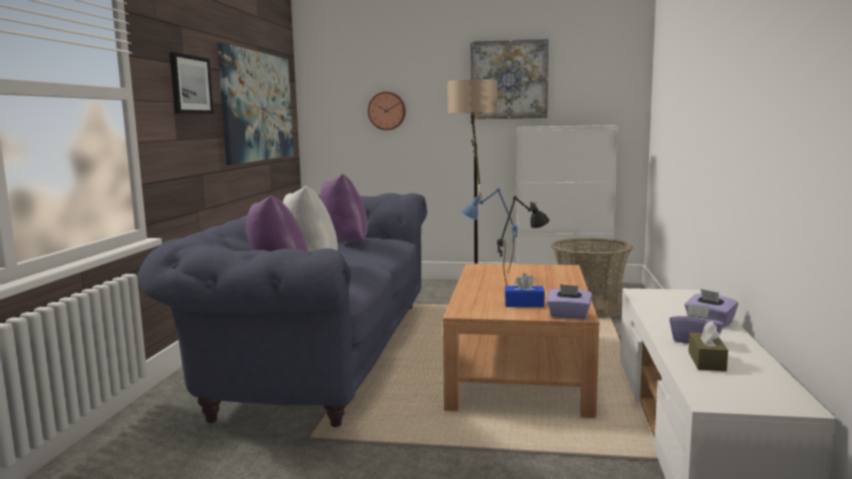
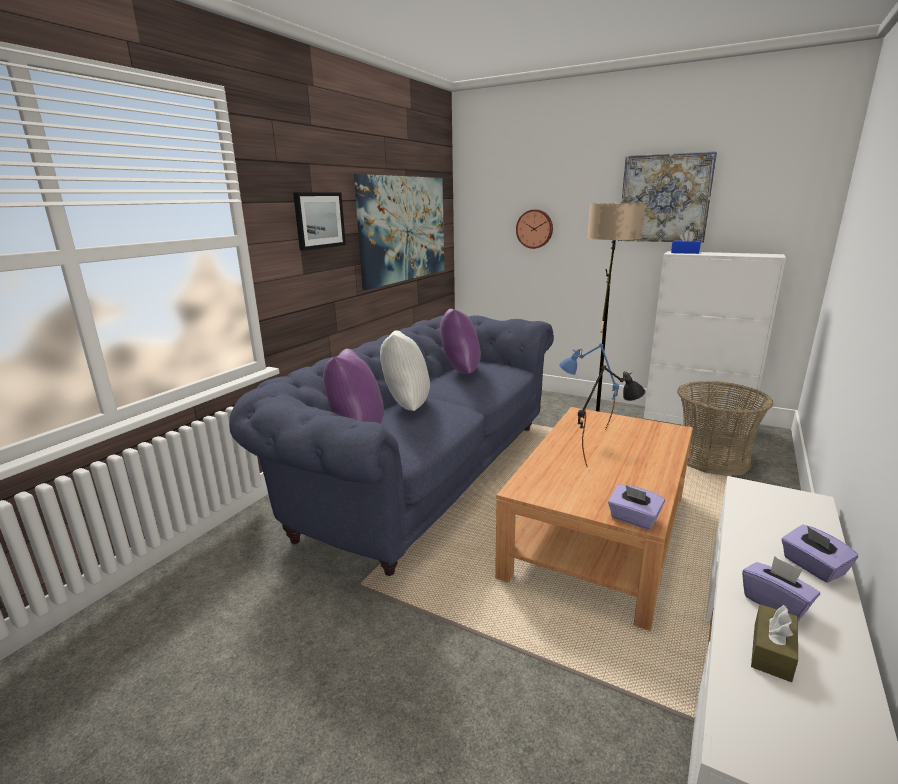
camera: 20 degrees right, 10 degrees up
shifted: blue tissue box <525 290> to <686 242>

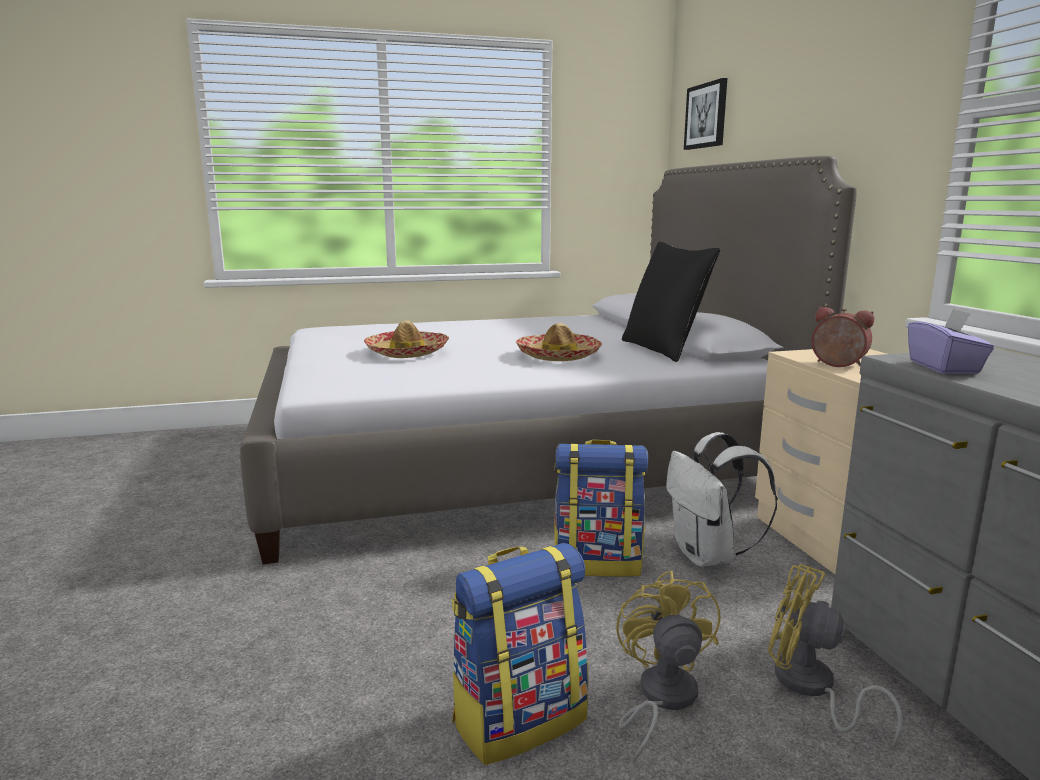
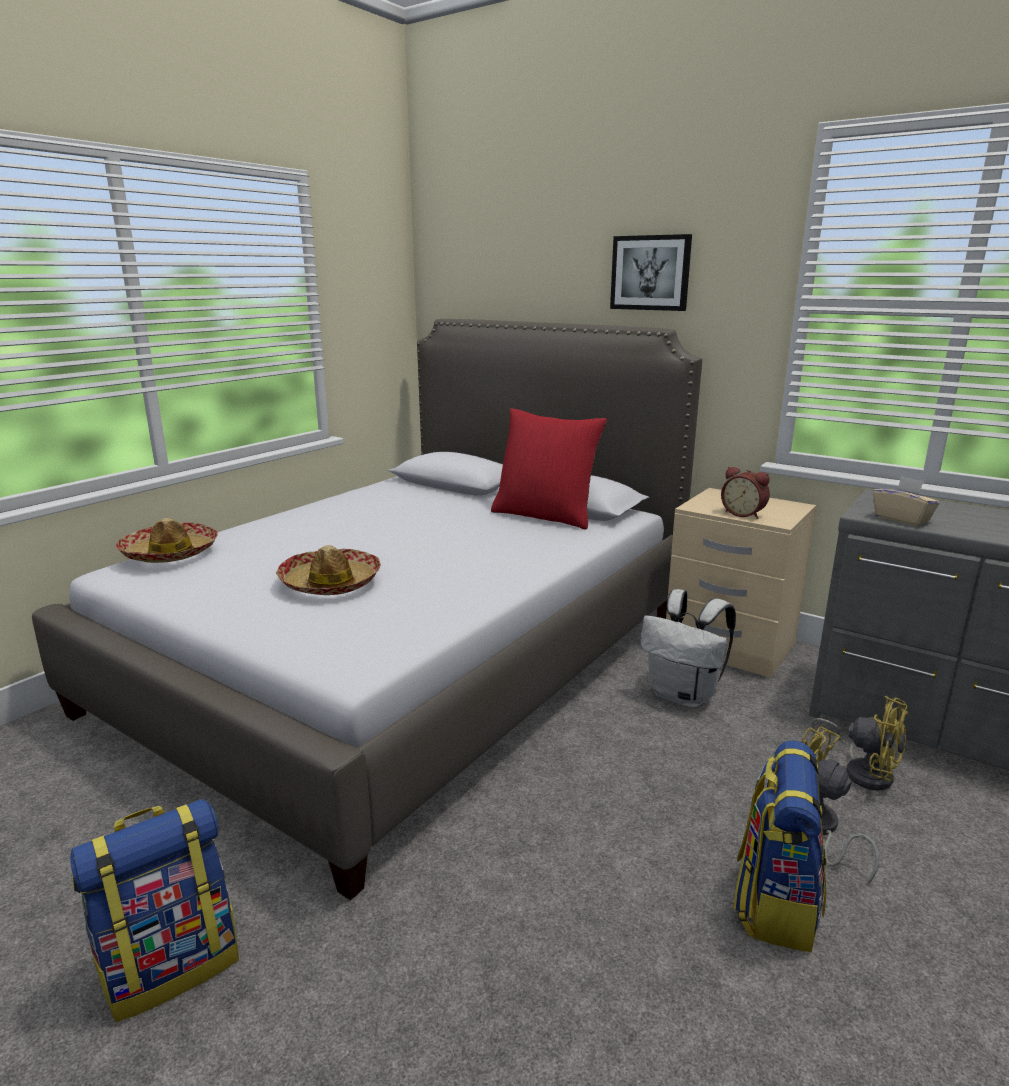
camera: 40 degrees left, 5 degrees up
shifted: backpack <601 508> to <154 910>; hat <559 342> to <167 540>; picture <705 114> to <651 272>
repainted: black pillow <671 302> to red pillow <549 469>; purple tissue box <951 341> to beige tissue box <906 501>
rotated: alarm clock <842 337> = <745 493> 135 degrees counterclockwise; yellow fan <835 656> = <860 743> 135 degrees counterclockwise

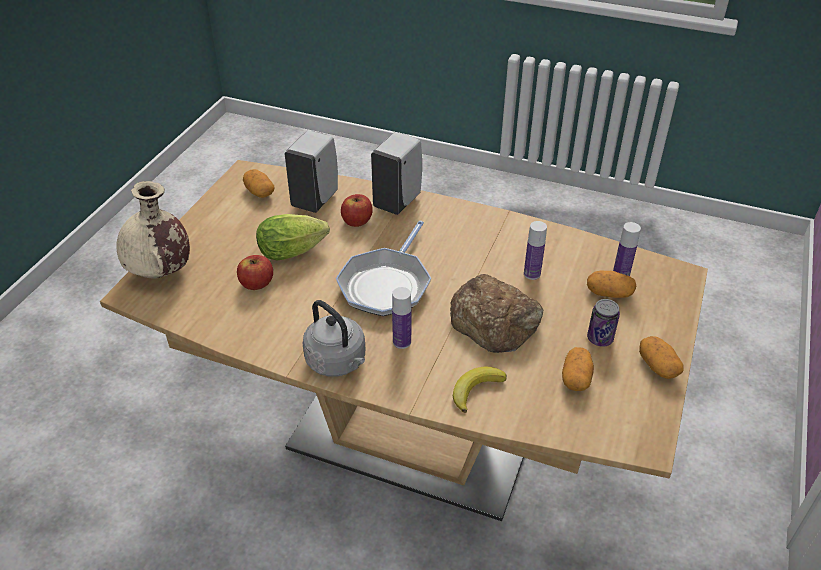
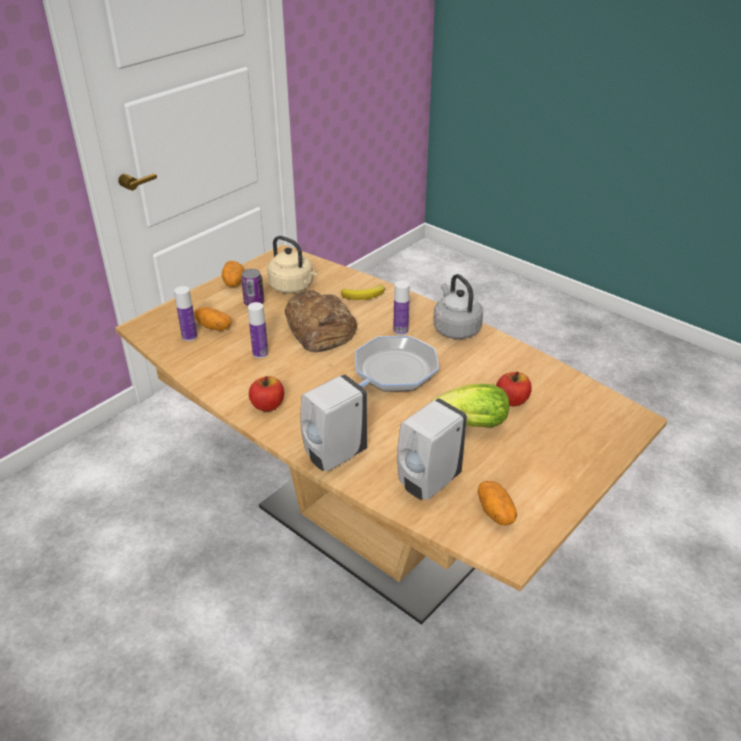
camera: 160 degrees left, 5 degrees down
gone: beige vase <153 230>
shifted: apple <357 210> to <266 393>
swapped: potato <578 369> to beige kettle <292 265>

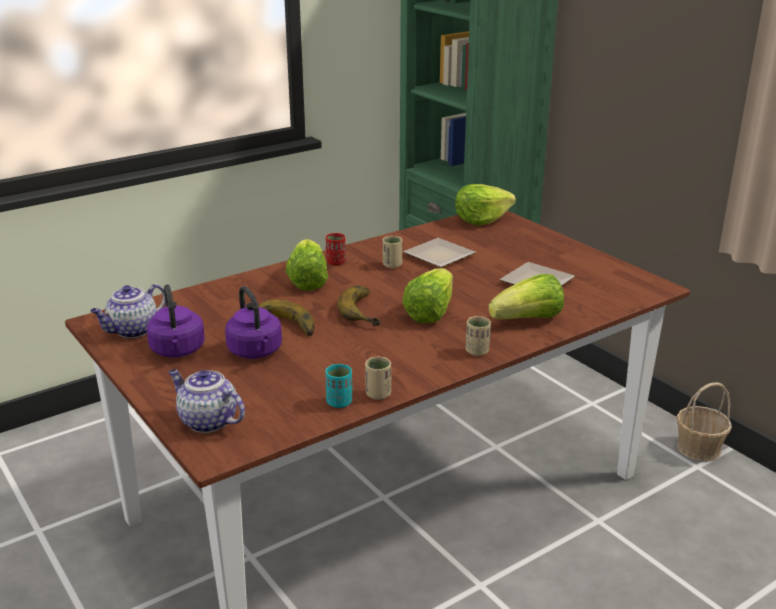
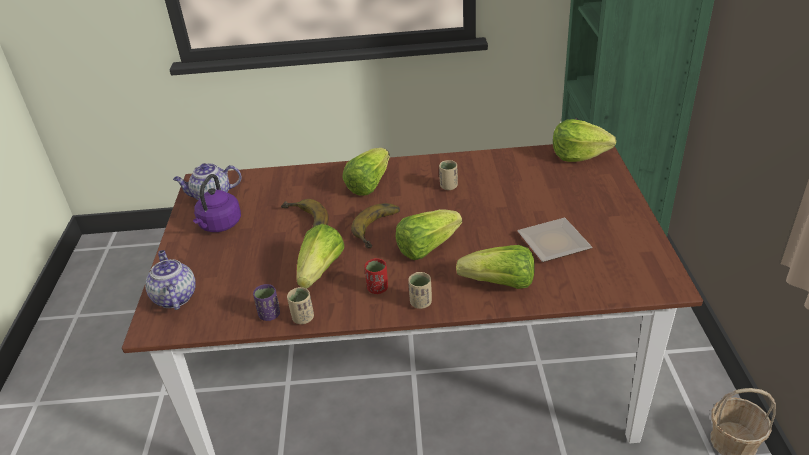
camera: 35 degrees right, 10 degrees up
gone: purple kettle <253 322>; plate <439 253>
new: lettuce <320 256>
shifted: red cup <336 249> to <376 276>
repainted: turquoise cup <338 386> to purple cup <266 302>

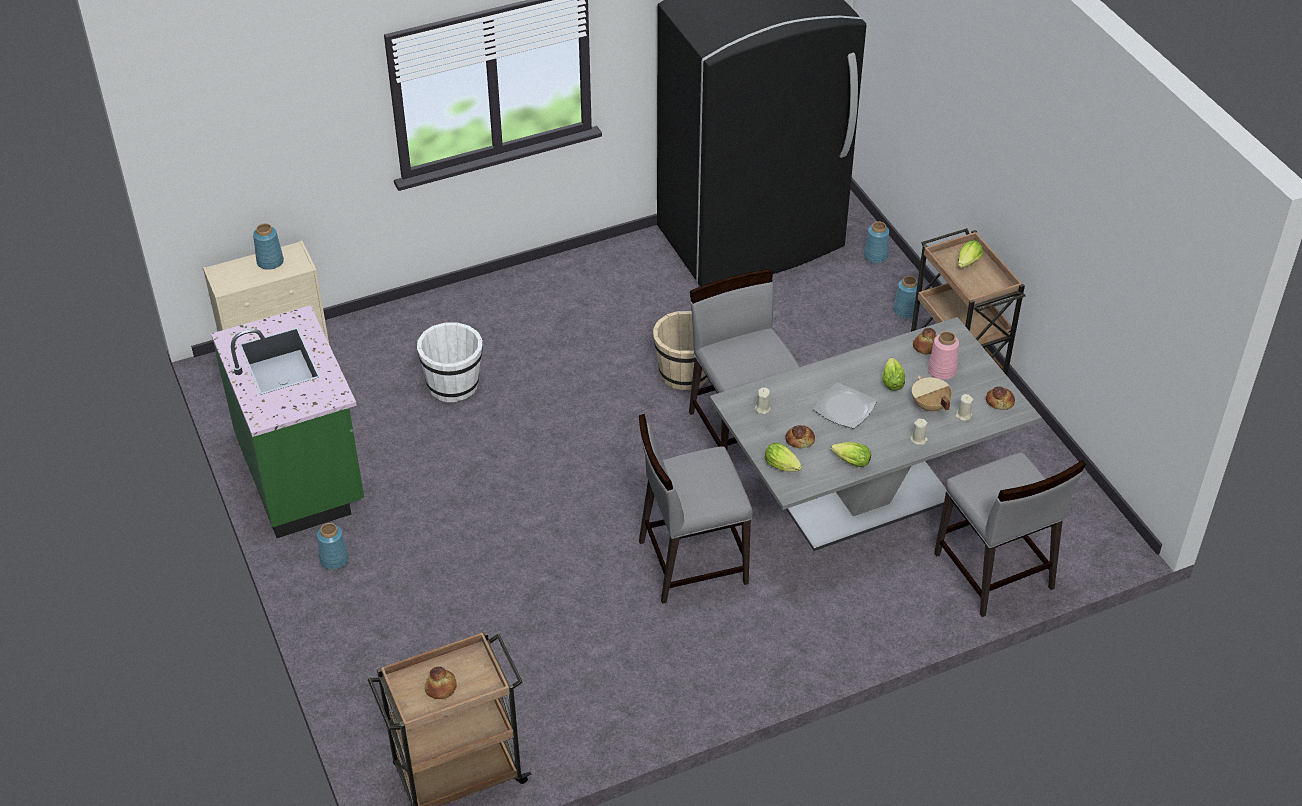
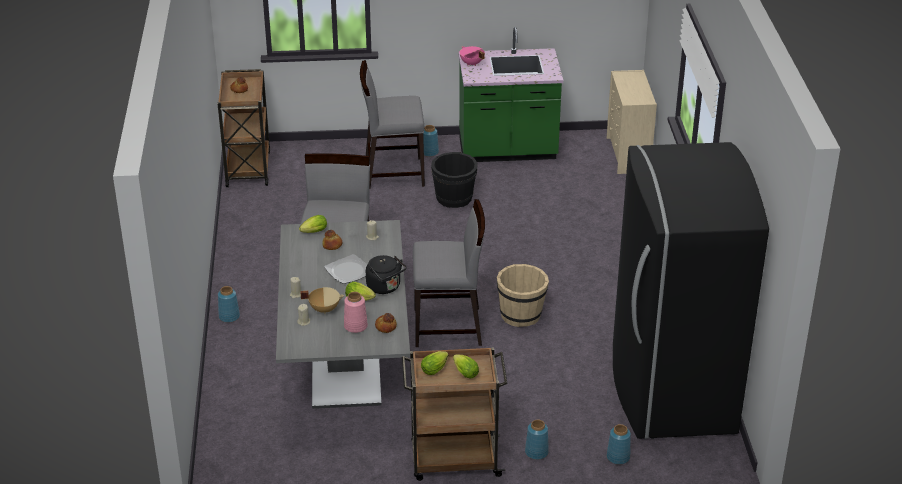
camera: 110 degrees right, 10 degrees down
gone: white bucket <450 362>; bread <1000 398>
new: black kettle <386 274>; black bucket <454 180>; pink cooking pot <472 56>
shifted: blue vase <268 246> to <229 304>; grey chair <1010 534> to <392 123>; lettuce <851 454> to <435 363>

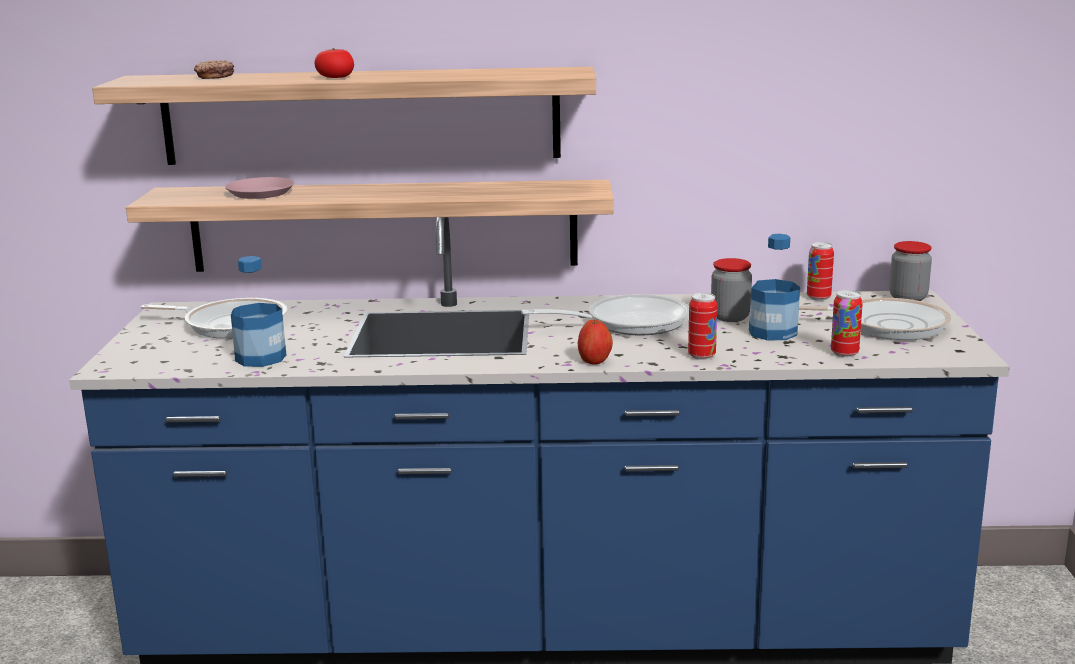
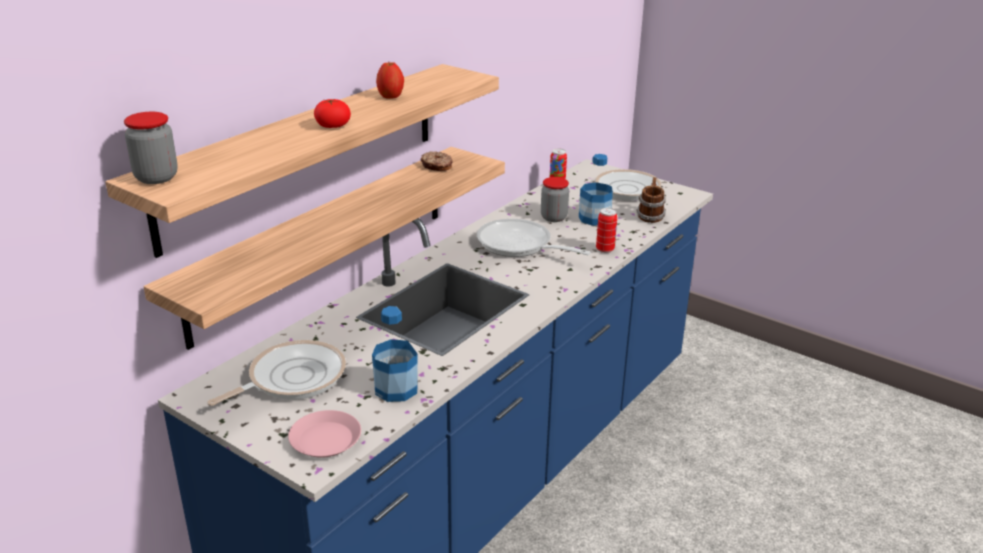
camera: 55 degrees left, 10 degrees up
shifted: jar <910 271> to <151 148>; pink plate <260 188> to <324 434>; apple <595 341> to <390 80>; donut <214 69> to <437 161>
swapped: can <847 323> to mug <651 200>
rotated: frying pan <605 314> = <534 238> 75 degrees counterclockwise

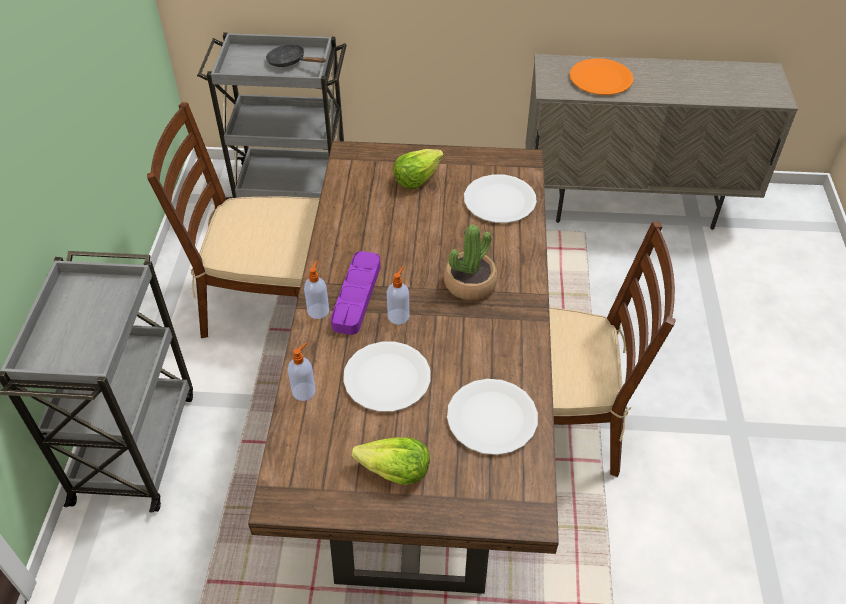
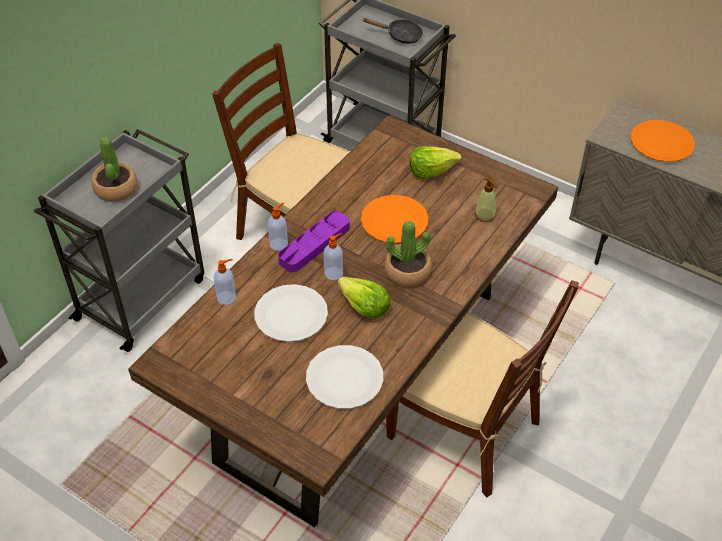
camera: 30 degrees right, 0 degrees up
new: potted plant <114 169>; orange plate <394 219>
shifted: lettuce <390 461> to <364 297>
swapped: white plate <500 198> to soap dispenser <486 199>
rotated: black frying pan <296 55> = <393 31> 135 degrees clockwise

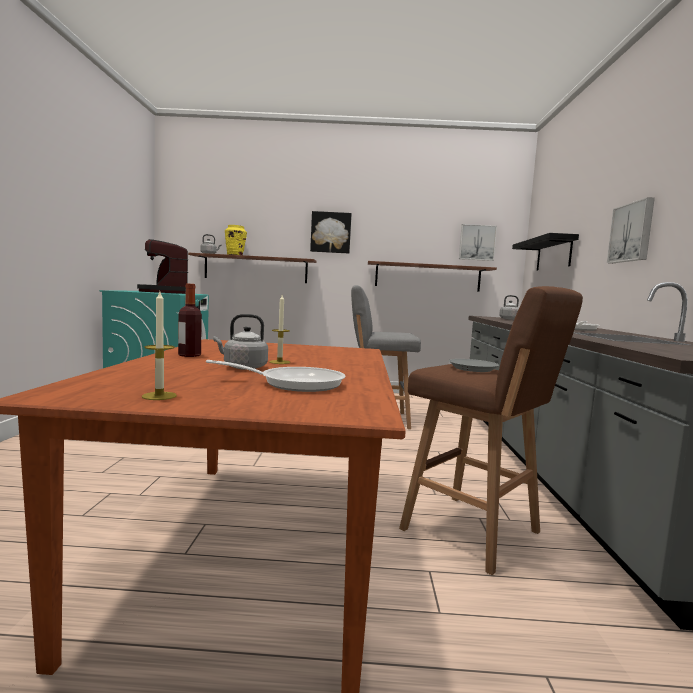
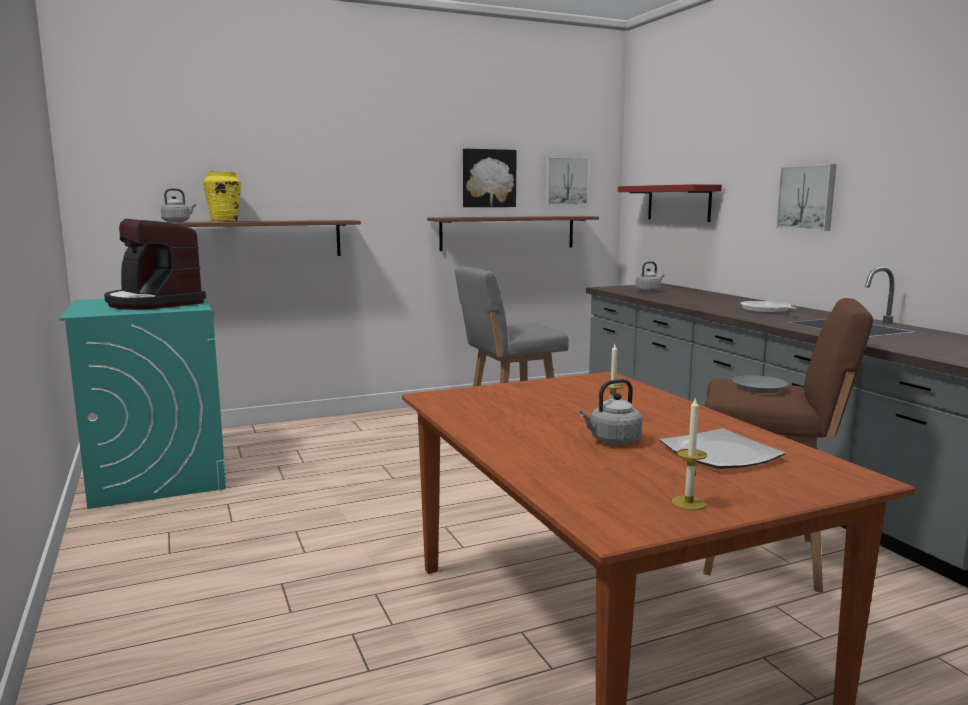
camera: 25 degrees left, 5 degrees up
gone: bottle <190 320>
shifted: picture <331 232> to <490 178>
swapped: frying pan <276 376> to plate <722 448>
repainted: black shelf <545 252> to red shelf <670 203>

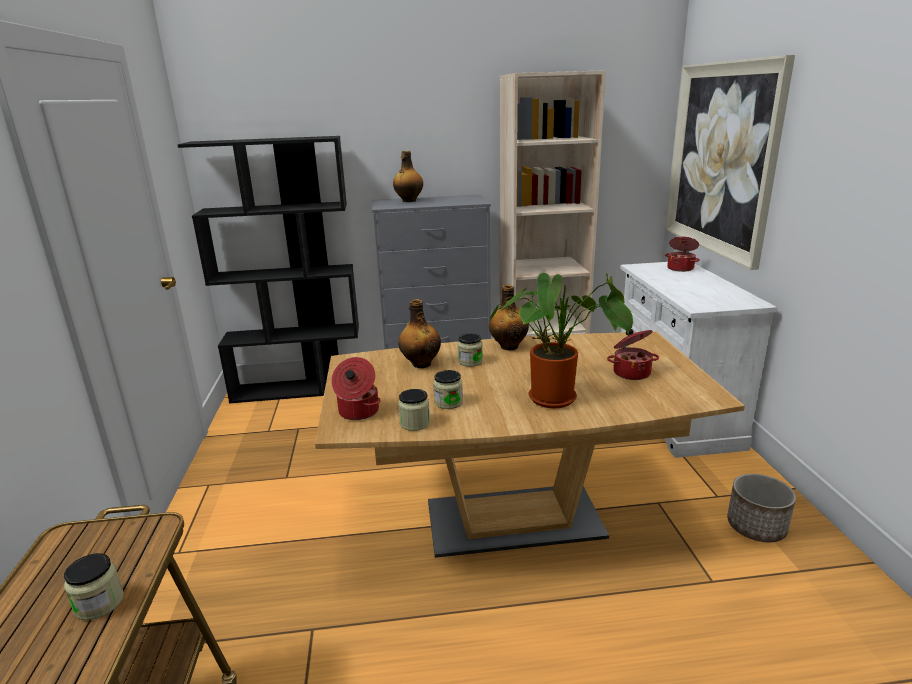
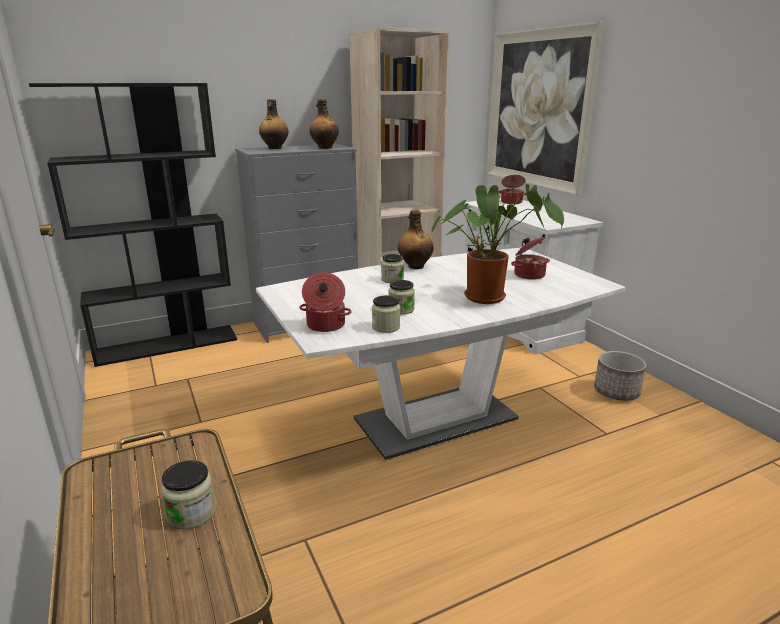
camera: 20 degrees left, 0 degrees up
shifted: bottle <419 333> to <324 124>
repainted: brown dining table <530 445> to white dining table <441 353>

